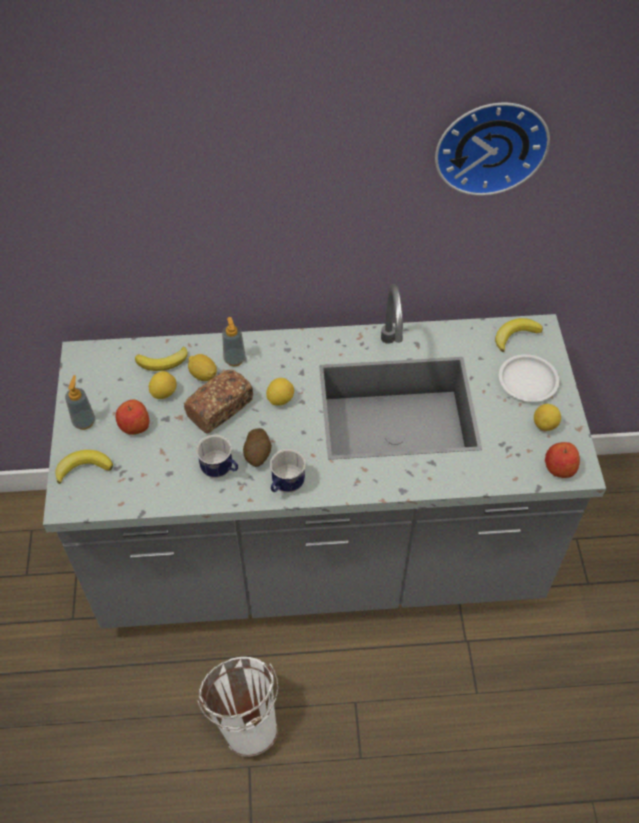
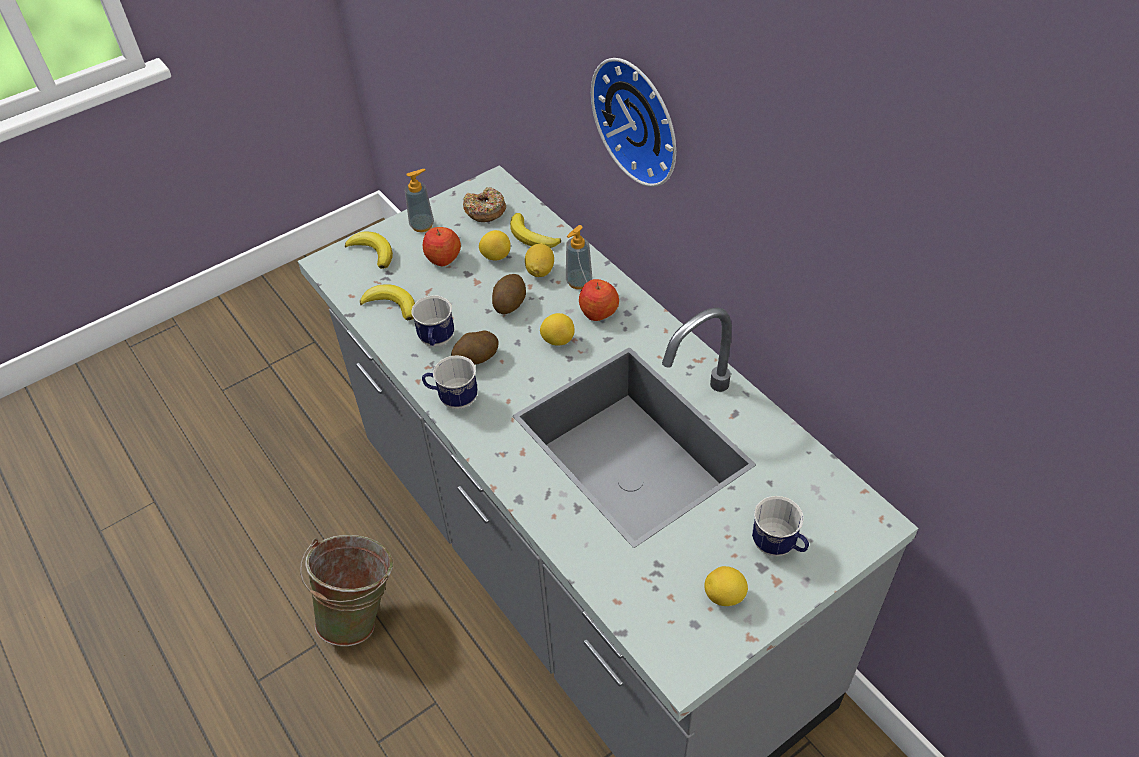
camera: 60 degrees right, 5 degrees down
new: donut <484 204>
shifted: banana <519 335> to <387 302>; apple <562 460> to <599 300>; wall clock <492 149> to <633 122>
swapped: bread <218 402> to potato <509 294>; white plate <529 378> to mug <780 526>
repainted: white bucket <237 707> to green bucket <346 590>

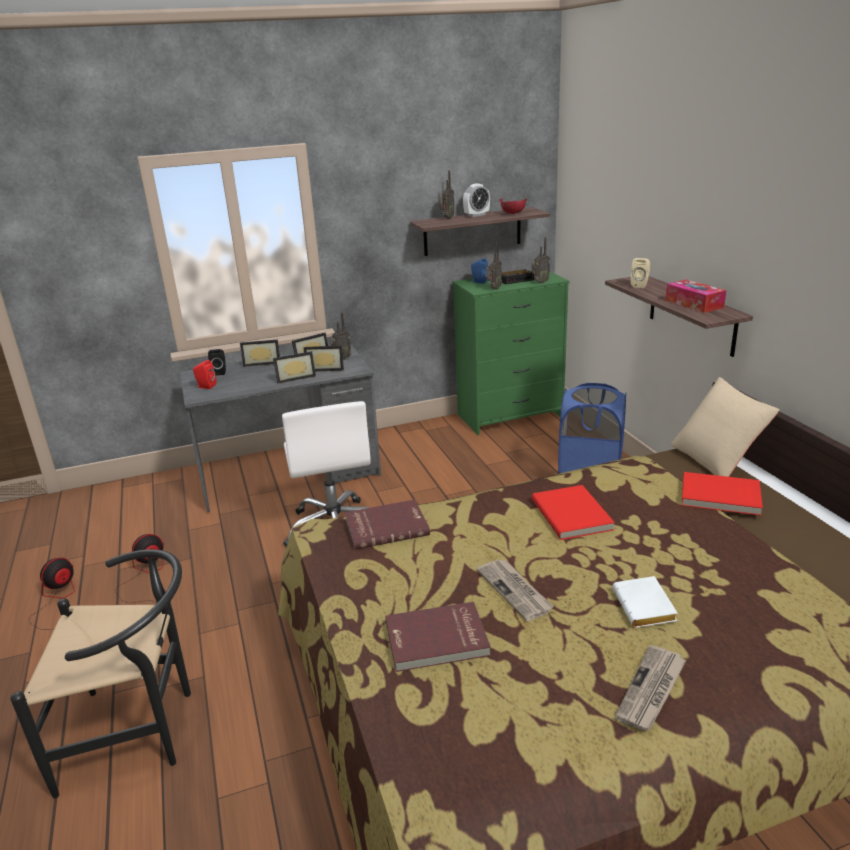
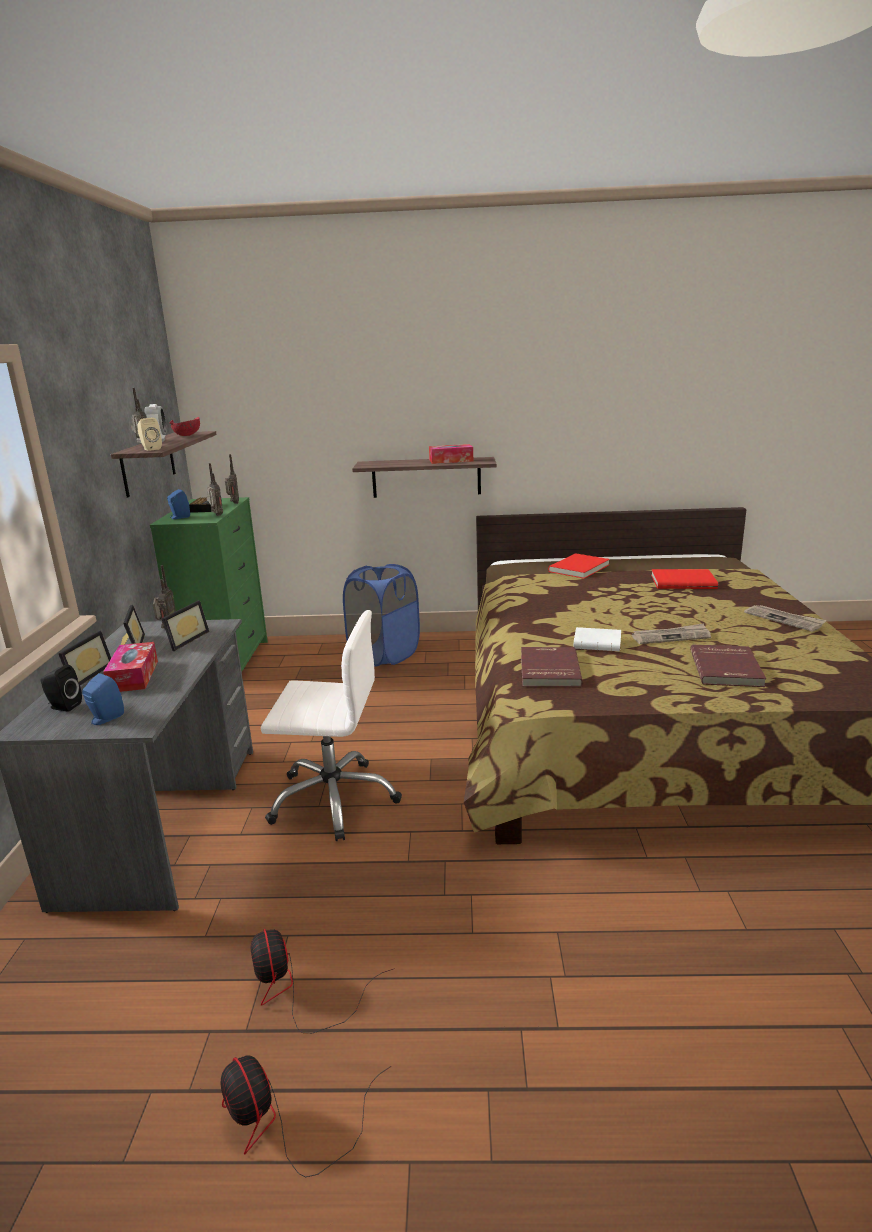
camera: 70 degrees left, 5 degrees down
gone: black chair <100 673>; picture frame <294 367>; beige pillow <725 427>
new: tissue box <130 667>
shifted: beige speaker <640 273> to <149 434>; white book <645 602> to <597 639>; red book <573 512> to <684 579>
repainted: red speaker <204 374> to blue speaker <103 699>

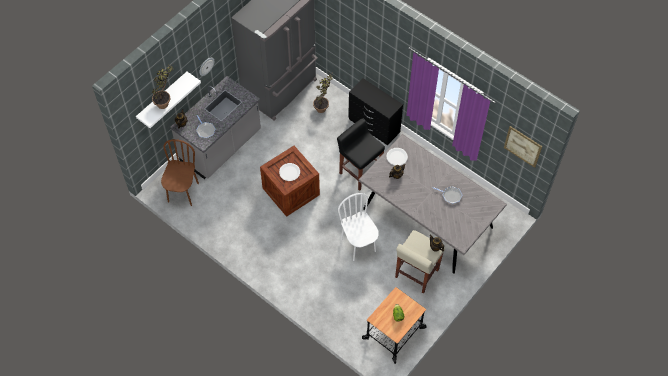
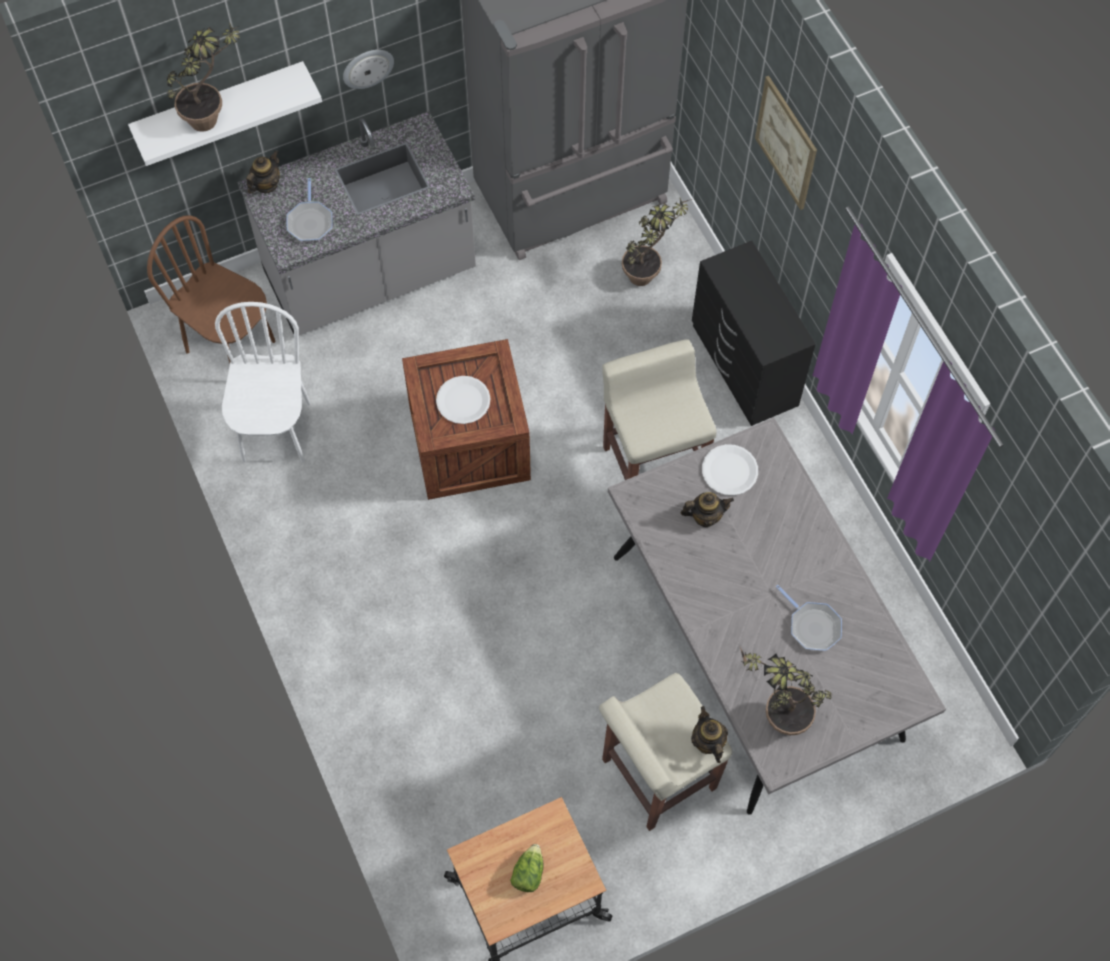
camera: 25 degrees right, 5 degrees up
new: potted plant <786 691>
shifted: white chair <358 227> to <263 382>; picture <523 147> to <786 143>
repainted: black stool <361 155> to beige stool <659 409>
rotated: brown chair <180 172> = <211 289> 90 degrees counterclockwise

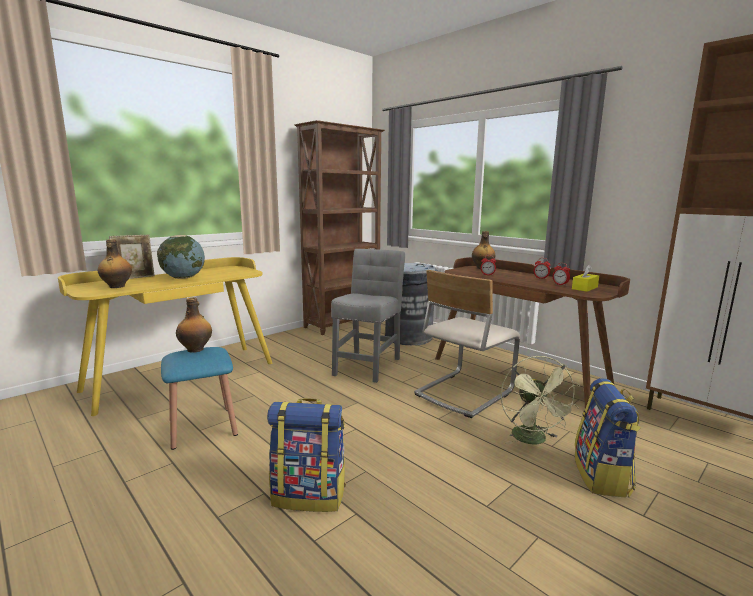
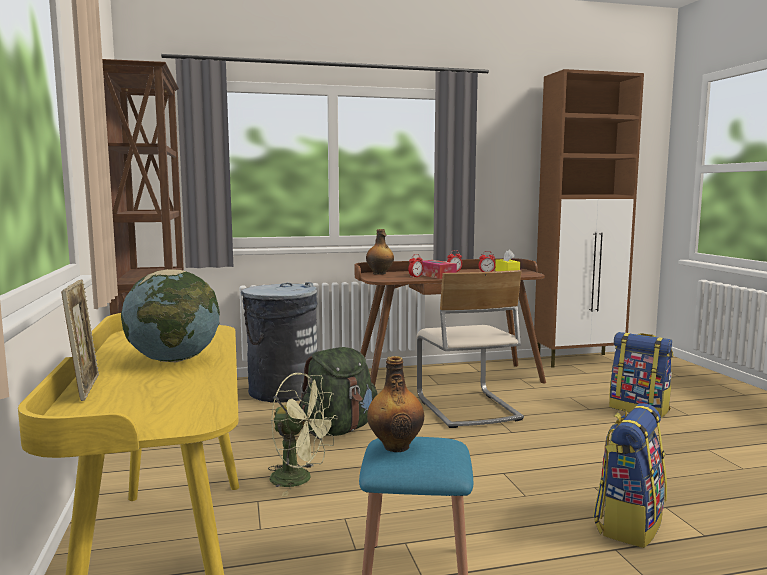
camera: 60 degrees left, 5 degrees down
gone: bottle <115 263>
new: tissue box <439 269>
shifted: green fan <540 400> to <303 434>
swapped: grey chair <368 316> to green backpack <339 391>

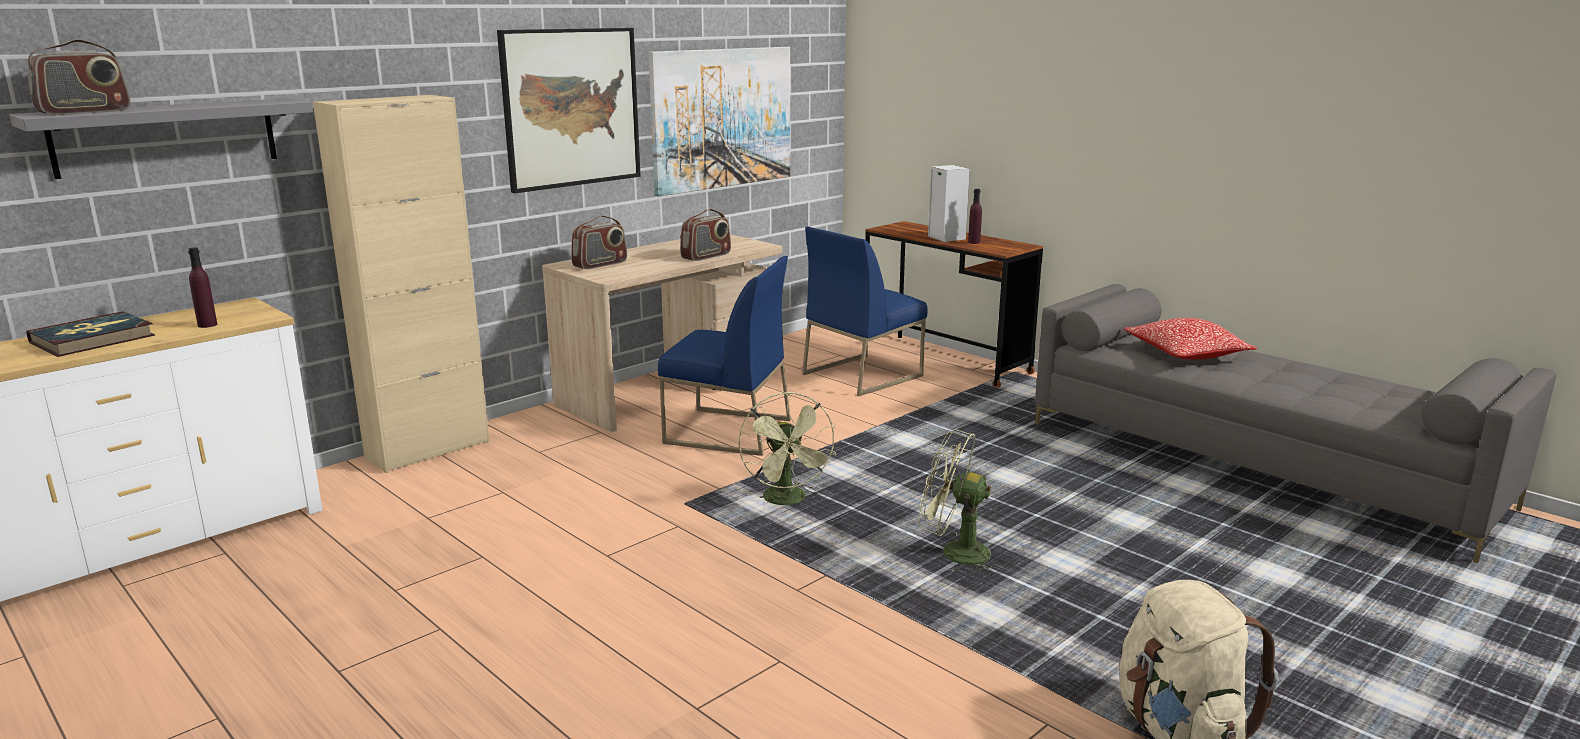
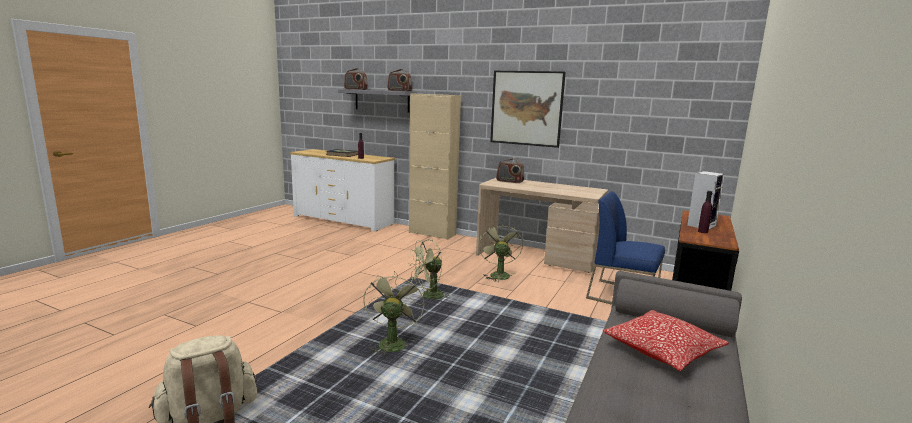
camera: 70 degrees right, 5 degrees down
gone: picture <719 121>
shifted: radio <705 235> to <399 80>
swapped: blue chair <724 356> to green fan <501 253>

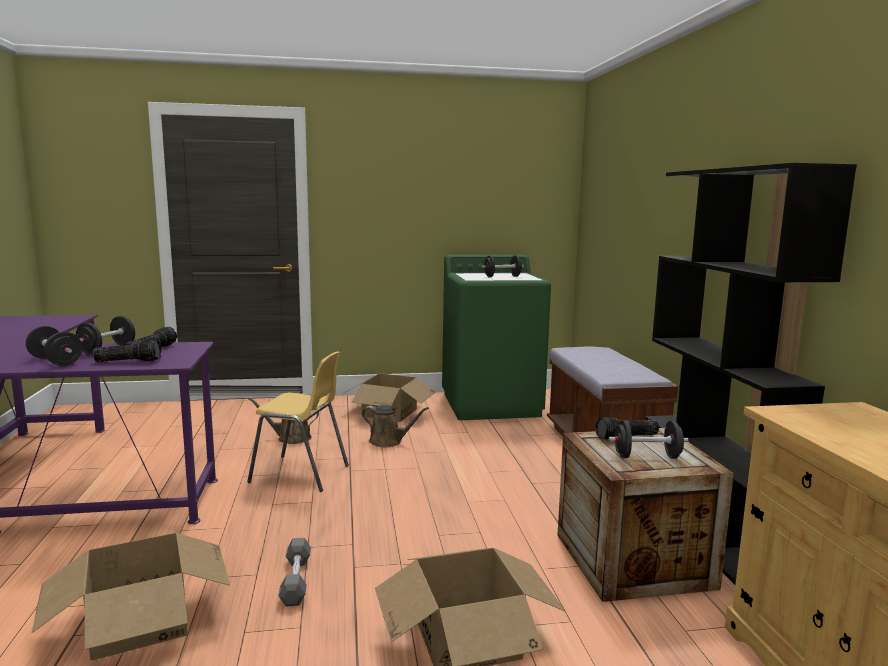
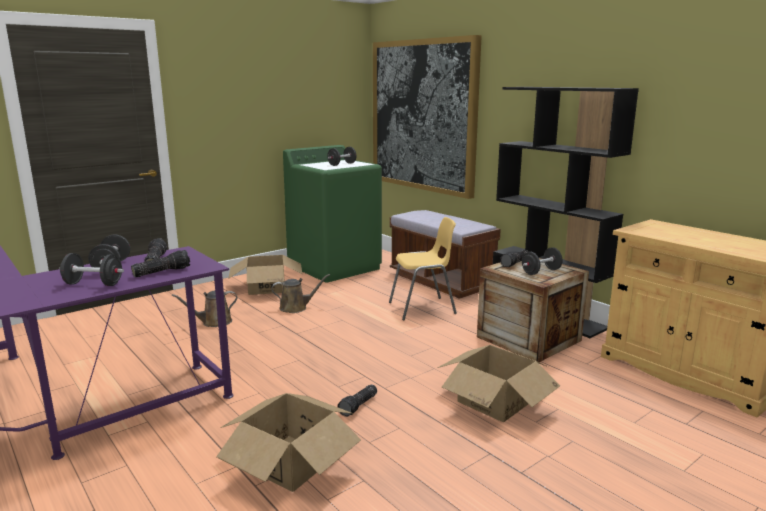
camera: 30 degrees left, 5 degrees up
new: picture <427 117>
shifted: yellow chair <298 422> to <423 268>
swapped: grey dumbbell <294 572> to flashlight <357 400>

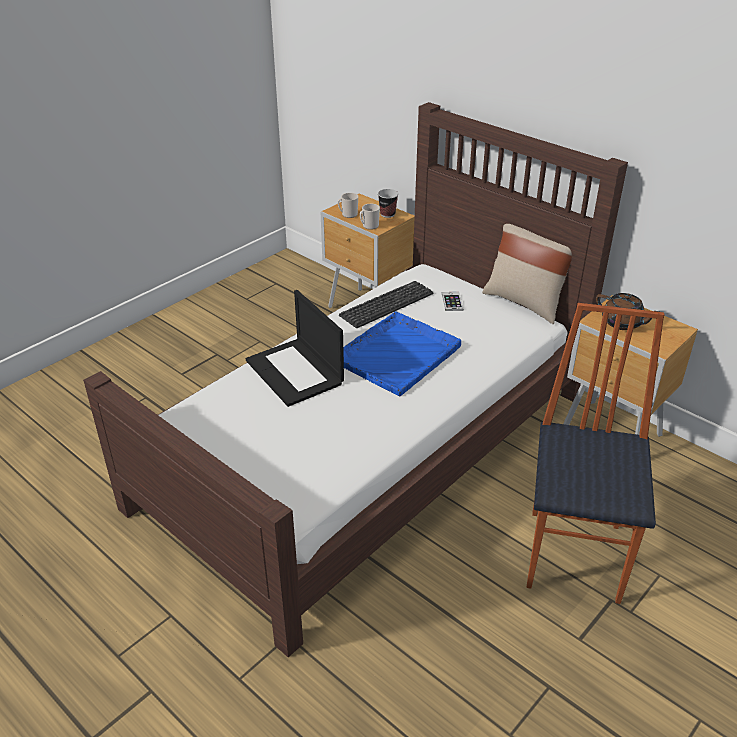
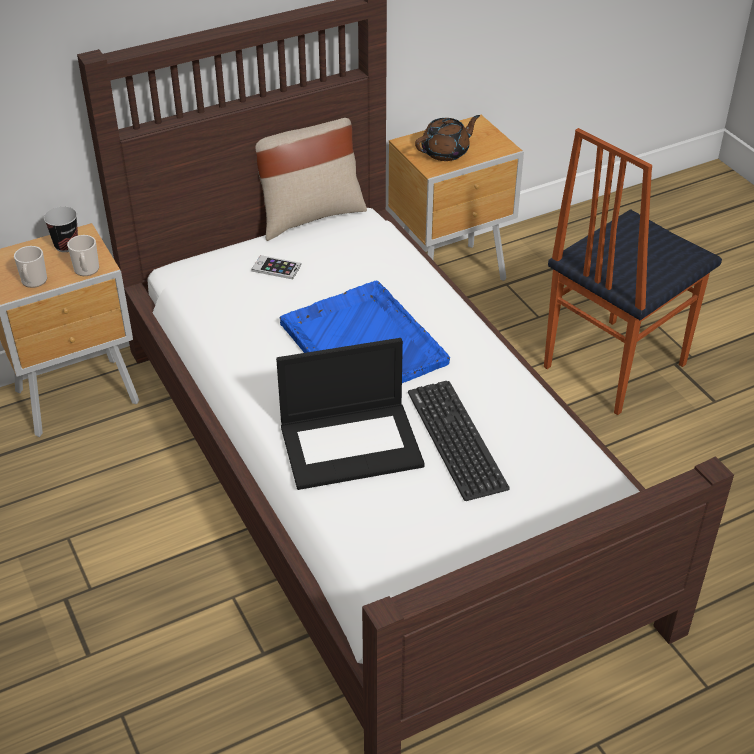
camera: 70 degrees left, 5 degrees up
shifted: keyboard <386 304> to <459 441>
rotated: chair <596 453> = <633 271> 75 degrees counterclockwise

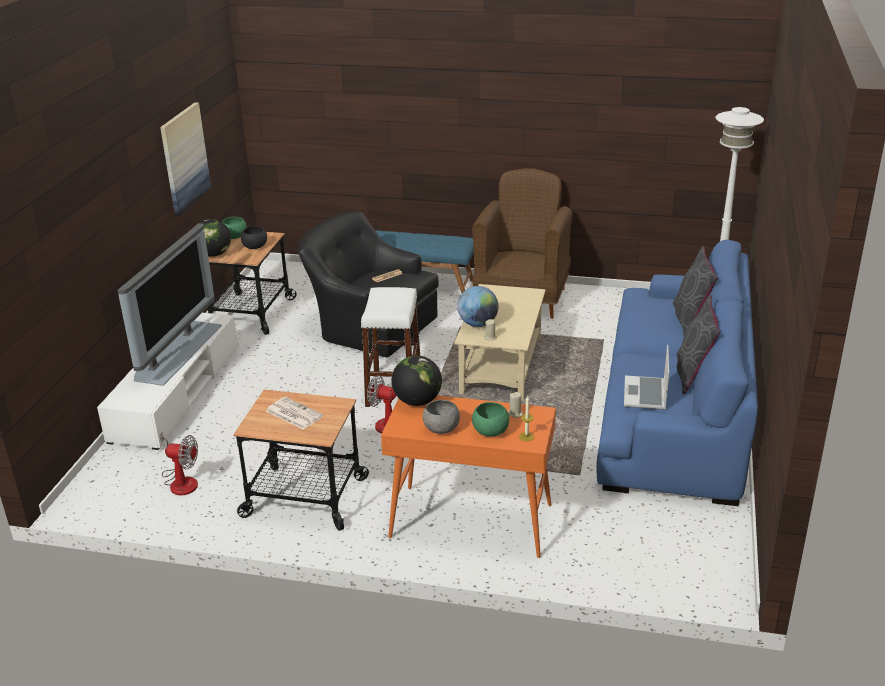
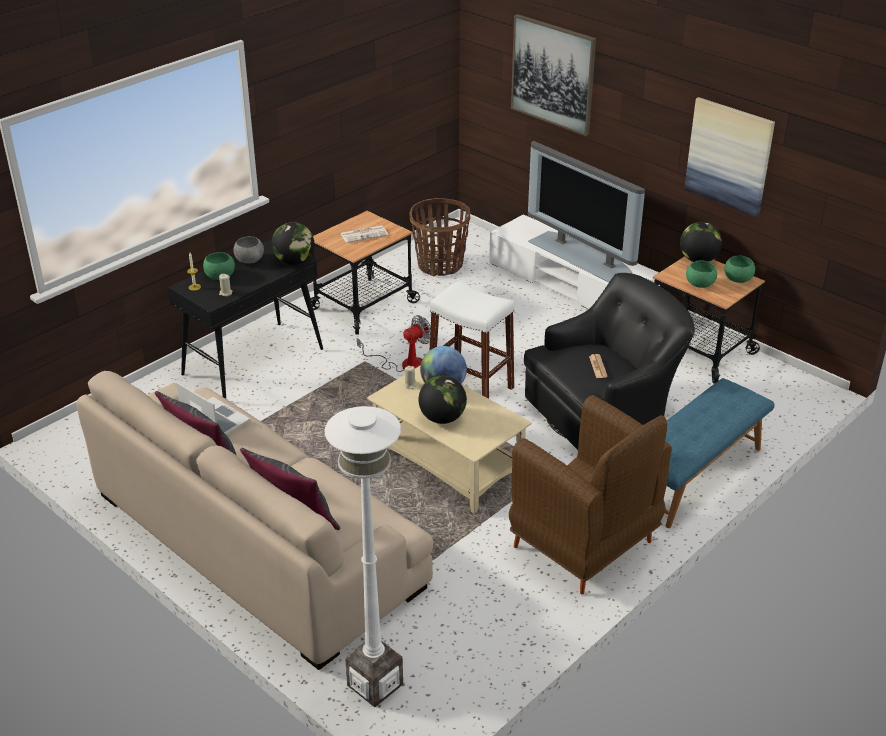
camera: 120 degrees right, 5 degrees up
new: globe <442 400>; picture <553 75>
swapped: fan <178 463> to basket <440 237>
repainted: blue sofa <677 373> to beige sofa <254 520>; orange console table <468 476> to black console table <245 319>; black bowl <254 237> to green bowl <701 274>

